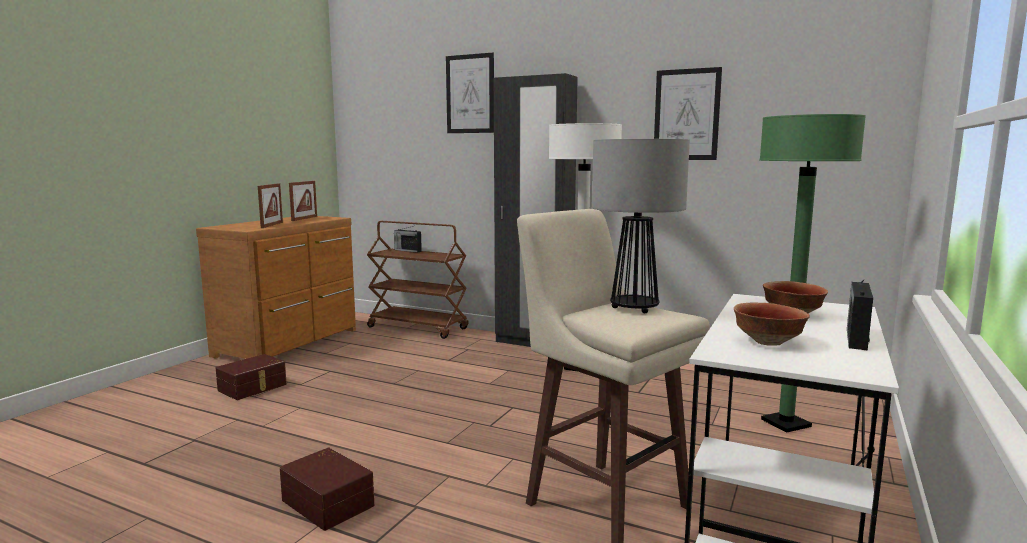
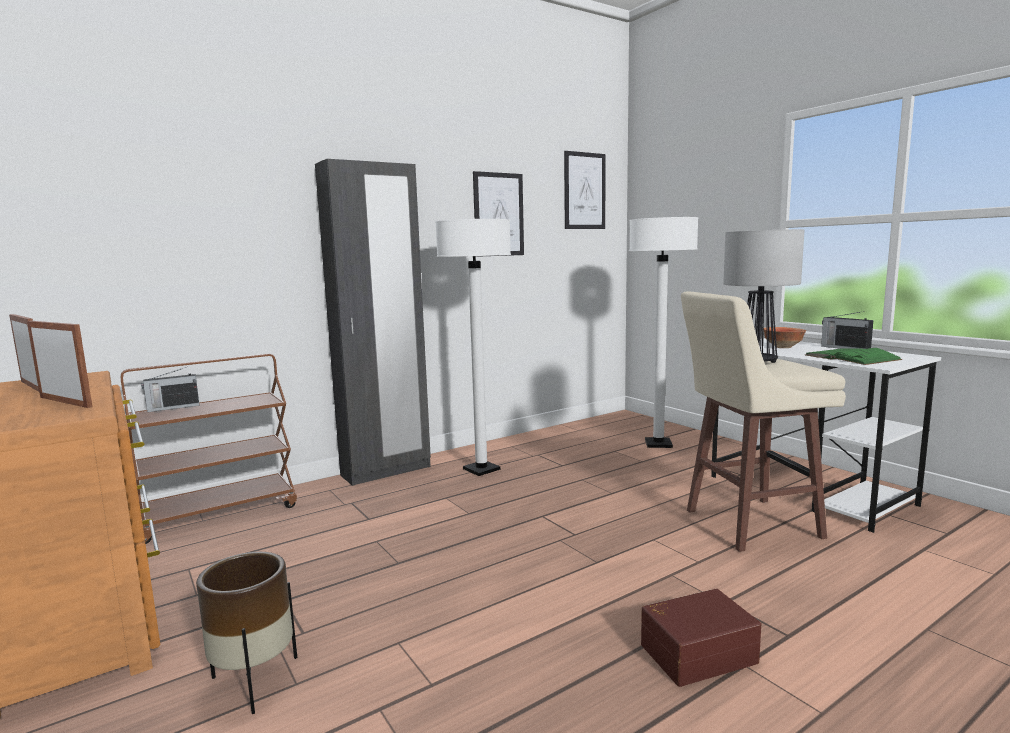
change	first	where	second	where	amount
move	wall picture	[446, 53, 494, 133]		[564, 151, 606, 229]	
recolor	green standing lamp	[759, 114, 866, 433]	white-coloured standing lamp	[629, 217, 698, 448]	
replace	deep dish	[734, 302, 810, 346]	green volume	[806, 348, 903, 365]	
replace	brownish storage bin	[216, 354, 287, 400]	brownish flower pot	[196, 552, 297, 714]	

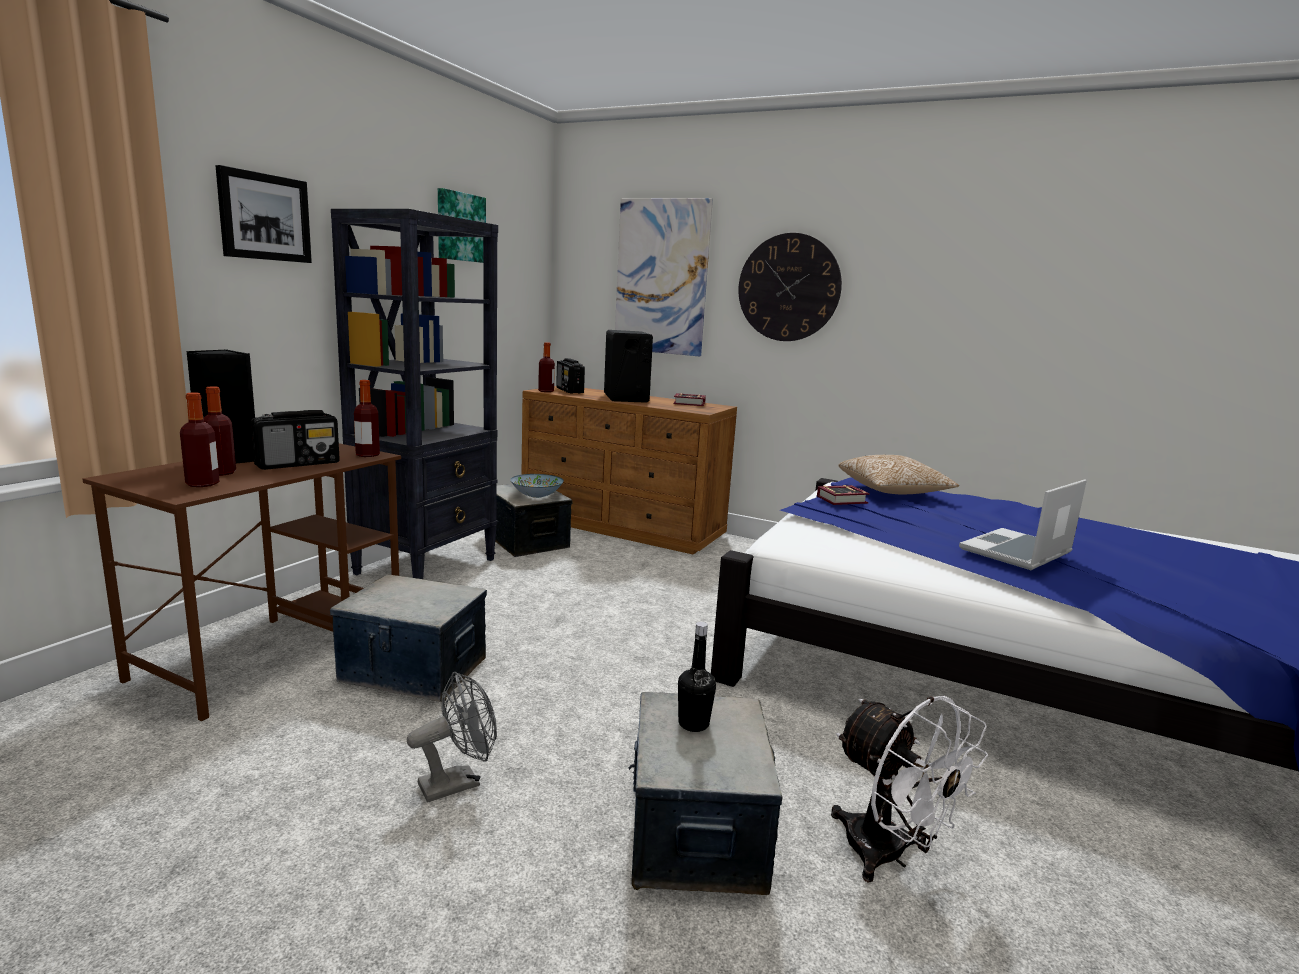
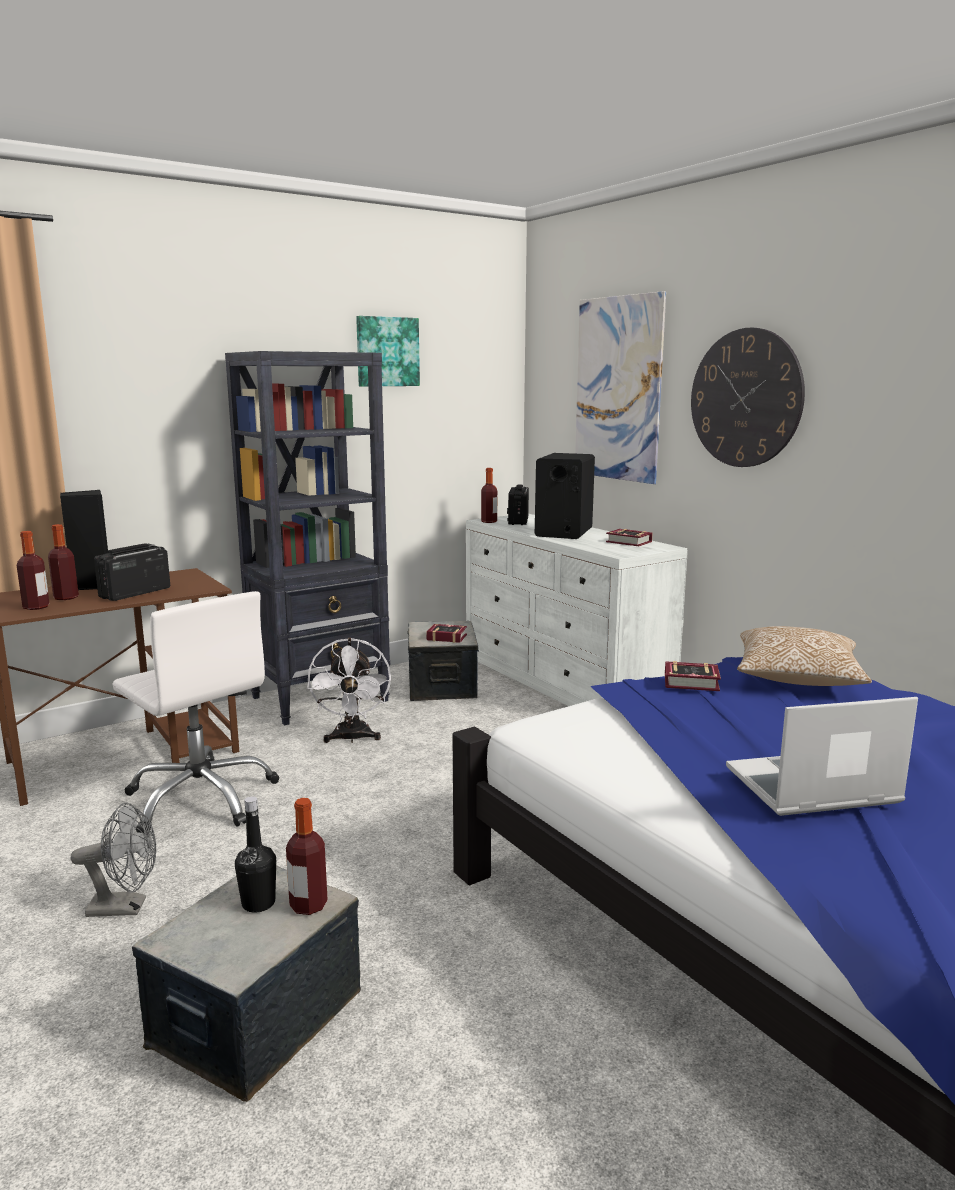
change	first	where	second	where	amount
delete	wall picture	[215, 165, 312, 263]			
move	bottle	[354, 380, 380, 457]		[286, 798, 328, 915]	
recolor	brownish chest of drawers	[522, 386, 737, 555]	white-coloured chest of drawers	[466, 514, 688, 706]	
rotate	radio set	[251, 410, 340, 470]		[94, 543, 170, 601]	135 degrees clockwise
replace	deep dish	[510, 474, 564, 498]	volume	[427, 624, 467, 643]	
replace	storage bin	[330, 575, 487, 702]	white-coloured desk chair	[112, 591, 279, 834]	
move	white-coloured electric fan	[831, 696, 988, 883]		[307, 638, 391, 743]	

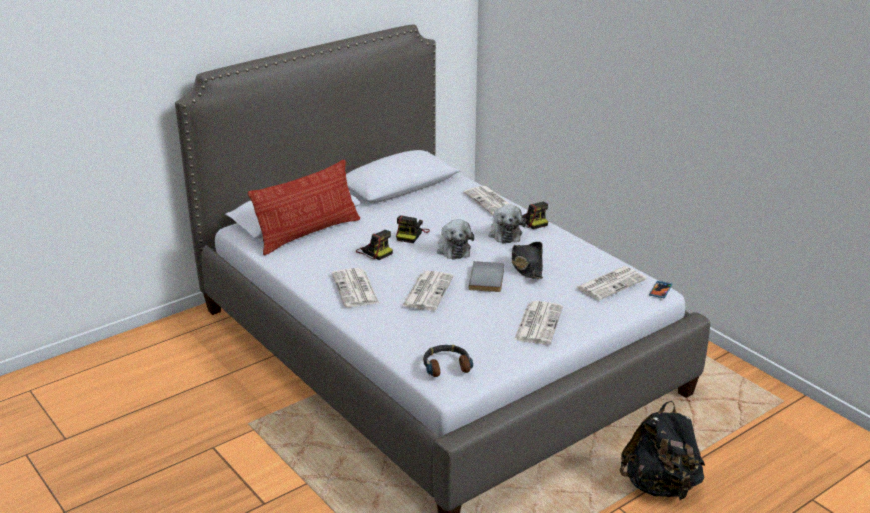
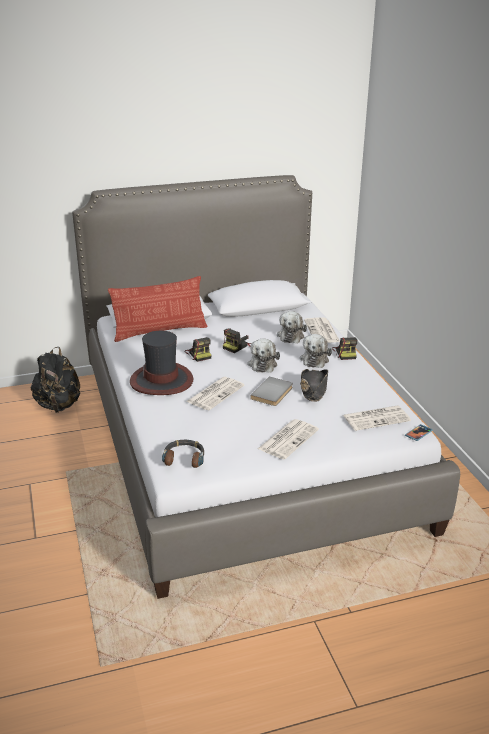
change	first	where	second	where	amount
replace	printed paper	[332, 268, 379, 307]	clothing hat	[130, 331, 193, 395]	
move	blackish knapsack	[620, 401, 705, 501]		[31, 347, 80, 413]	
insert			cuddly toy	[277, 311, 307, 343]	

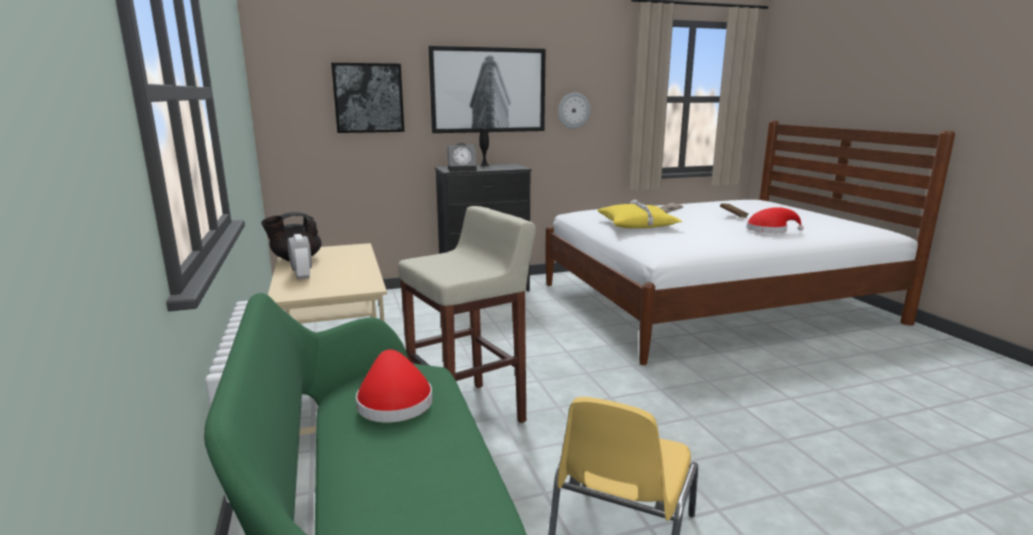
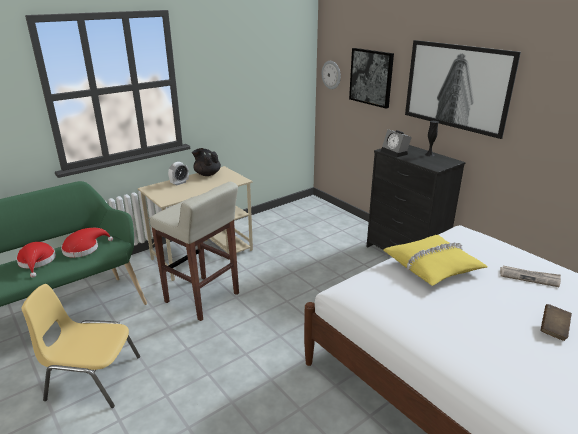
change	first	where	second	where	amount
move	hanging clock	[558, 93, 590, 129]		[322, 61, 341, 89]	
move	reddish clothing hat	[746, 207, 804, 233]		[16, 242, 56, 278]	

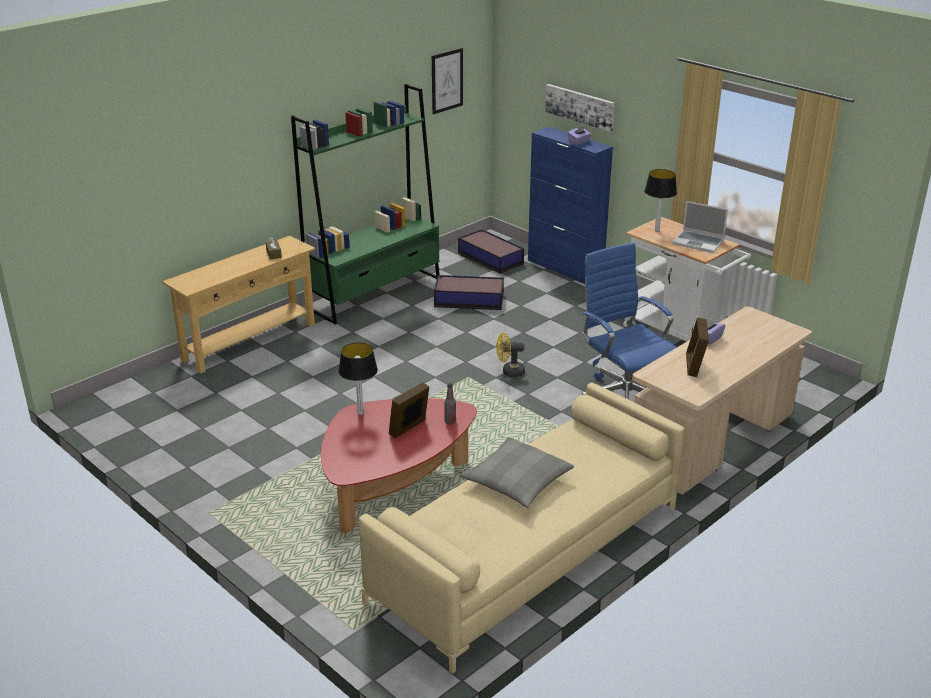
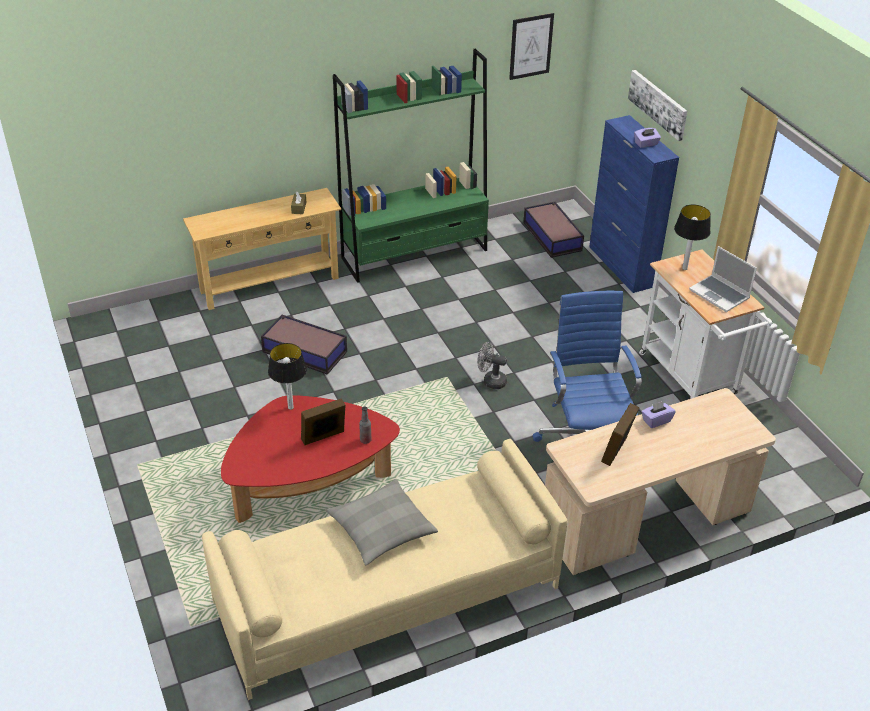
change	first	where	second	where	amount
move	storage bin	[434, 275, 504, 310]		[261, 315, 347, 375]	
recolor	yellow-coloured electric fan	[496, 333, 525, 377]	gray electric fan	[477, 342, 507, 389]	

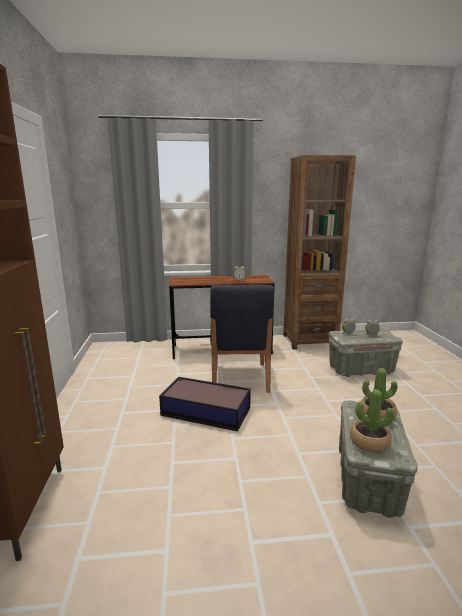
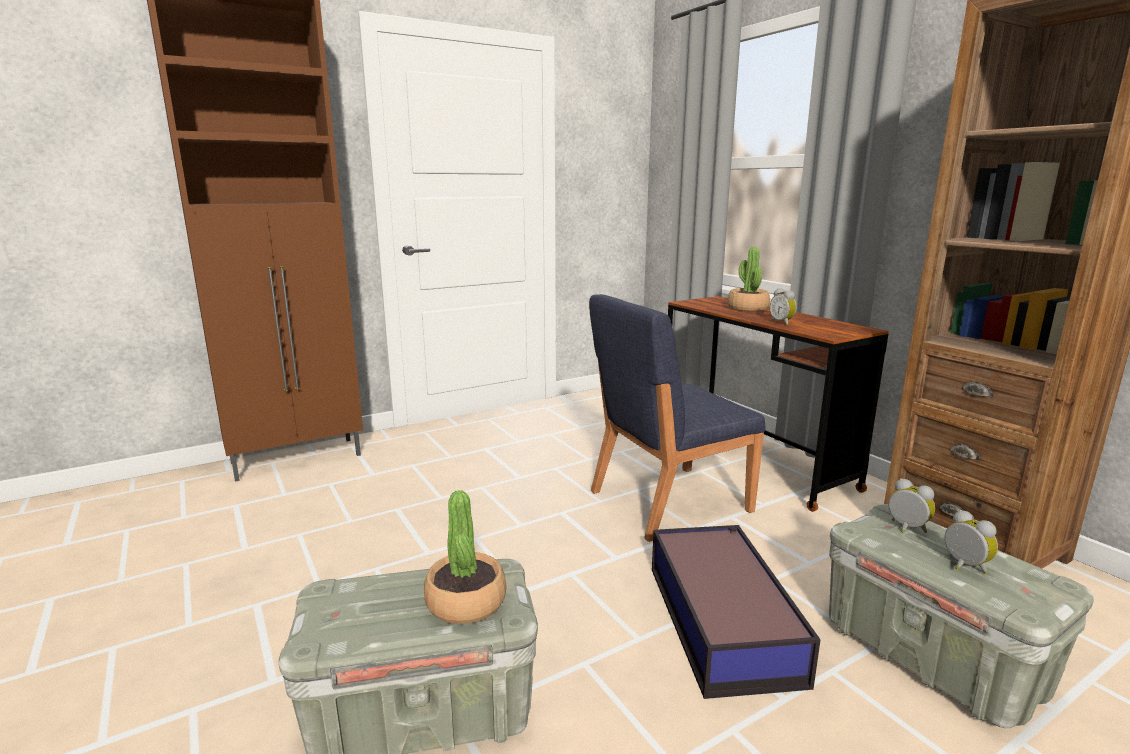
change	first	where	second	where	amount
move	storage bin	[159, 377, 251, 431]		[652, 525, 821, 699]	
move	potted plant	[350, 389, 394, 453]		[728, 247, 770, 312]	

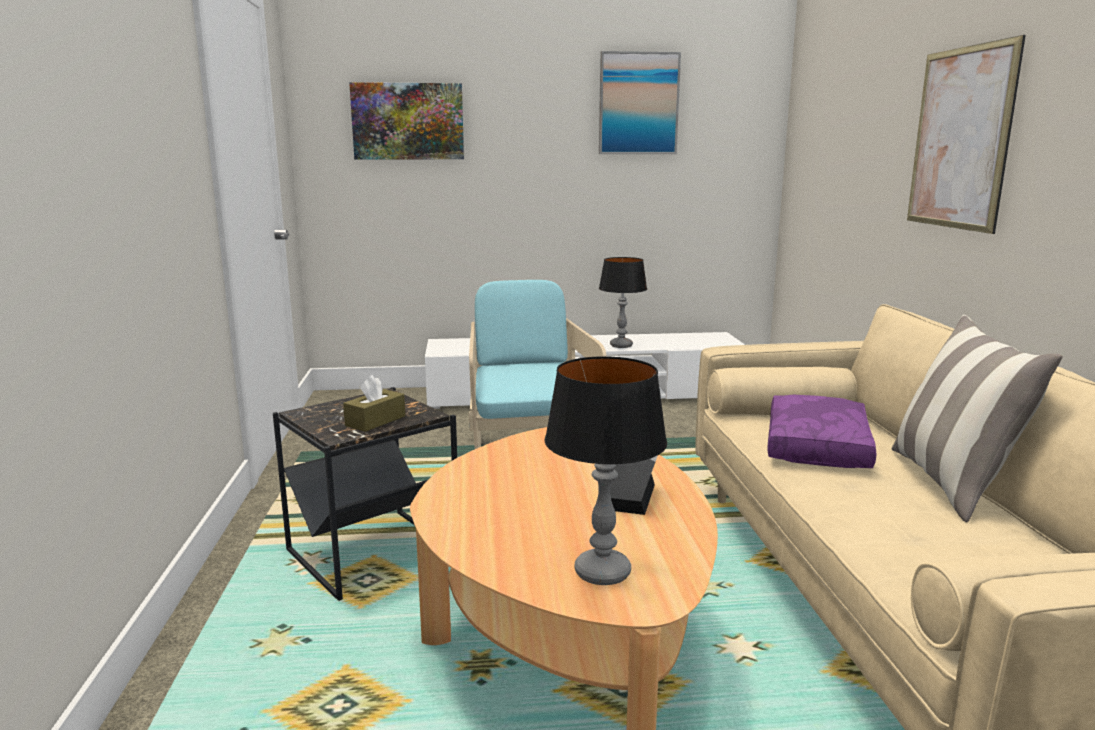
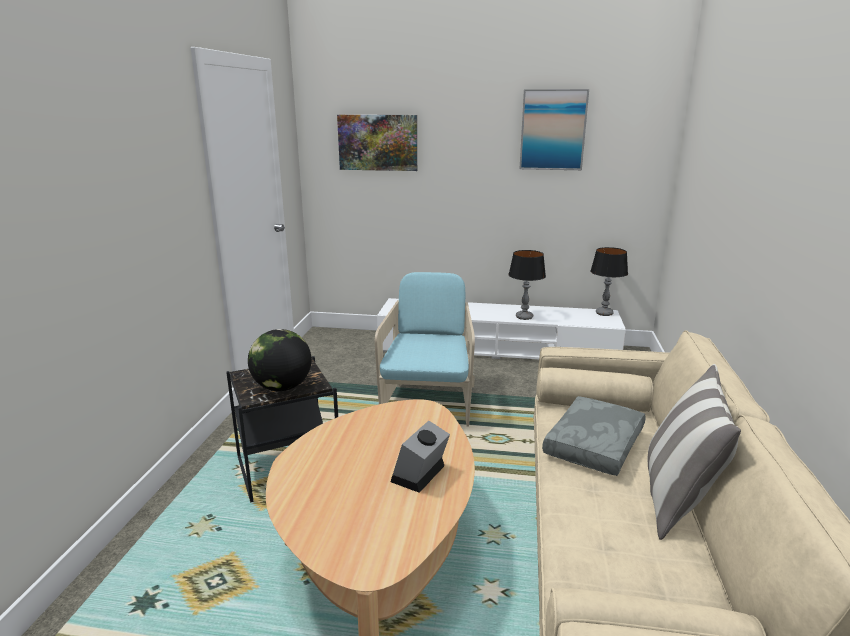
change	first	where	second	where	amount
delete	wall picture	[907, 35, 1026, 234]			
move	table lamp	[544, 356, 667, 585]		[590, 247, 628, 316]	
replace	brownish tissue box	[343, 375, 405, 432]	desk globe	[248, 329, 312, 391]	
recolor	purplish throw pillow	[767, 395, 877, 468]	gray throw pillow	[542, 396, 646, 476]	

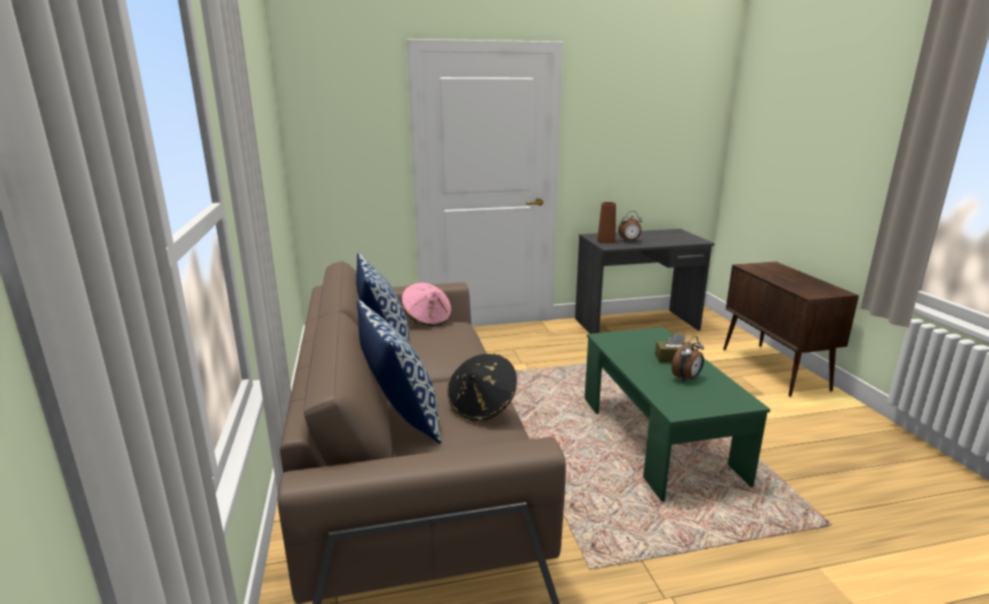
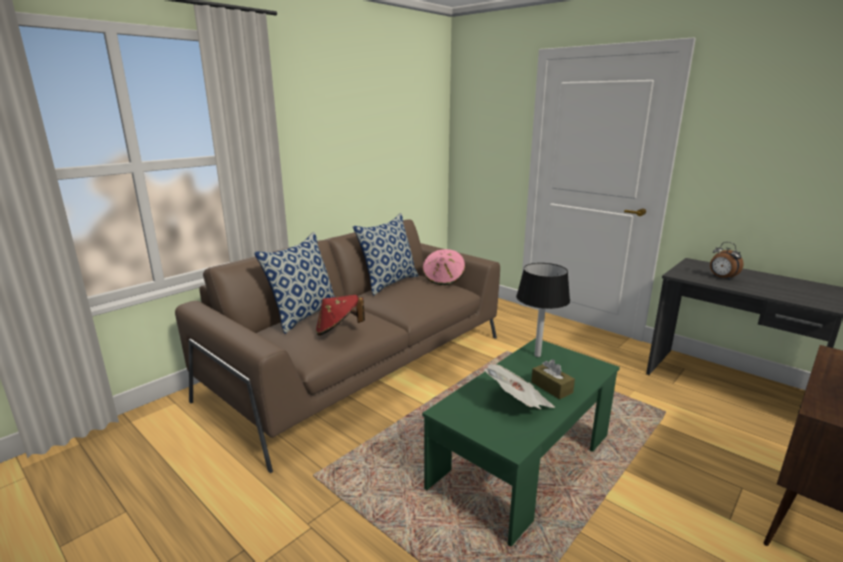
change	first	where	second	where	amount
delete	brownish vase	[597, 202, 616, 243]			
replace	alarm clock	[671, 336, 704, 382]	printed paper	[484, 364, 555, 409]	
recolor	blackish clothing hat	[447, 354, 517, 421]	reddish clothing hat	[316, 295, 365, 336]	
insert			blackish table lamp	[516, 263, 570, 357]	

